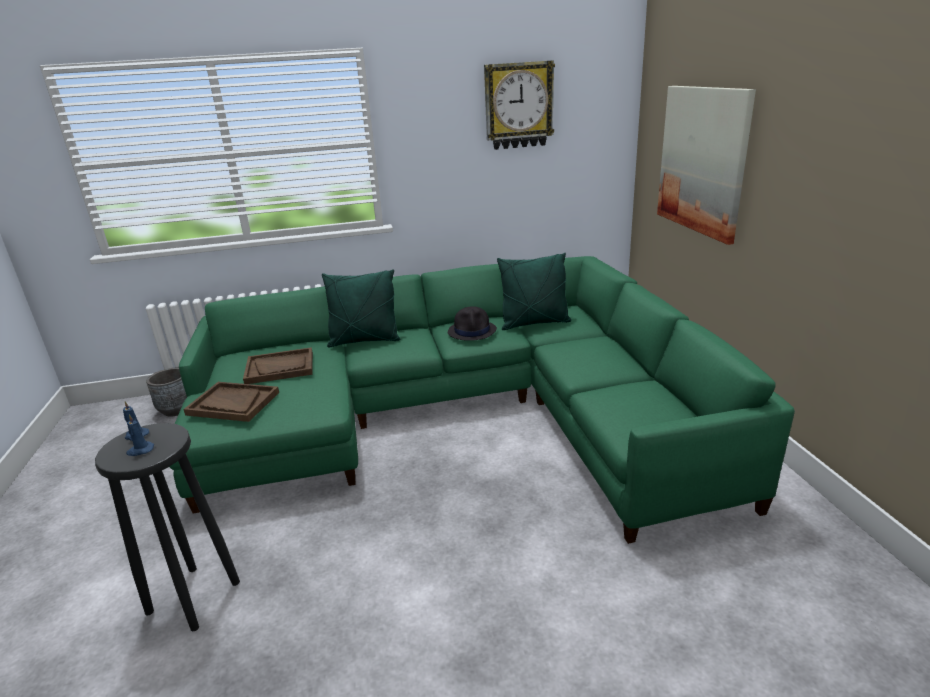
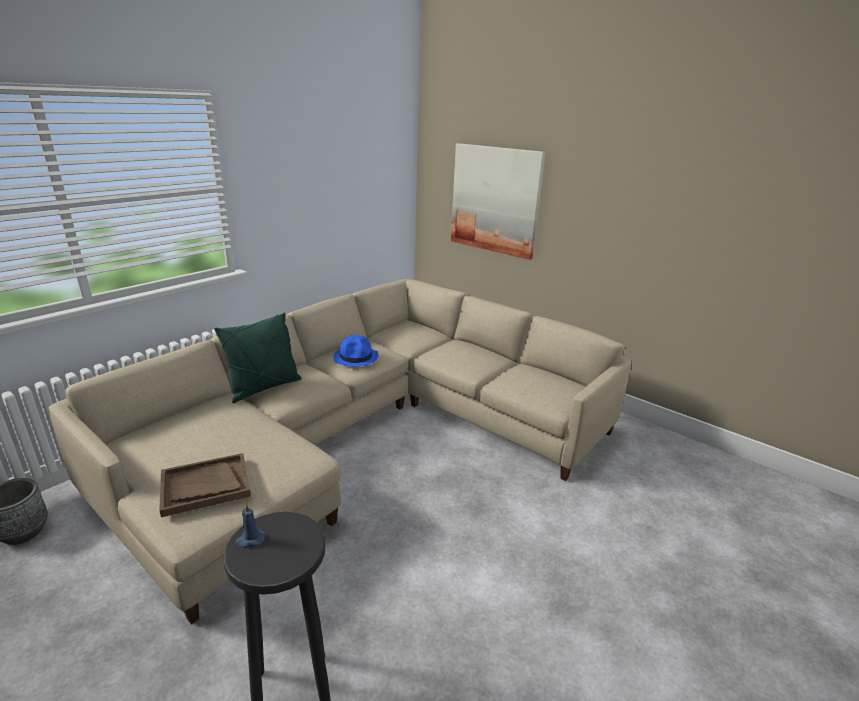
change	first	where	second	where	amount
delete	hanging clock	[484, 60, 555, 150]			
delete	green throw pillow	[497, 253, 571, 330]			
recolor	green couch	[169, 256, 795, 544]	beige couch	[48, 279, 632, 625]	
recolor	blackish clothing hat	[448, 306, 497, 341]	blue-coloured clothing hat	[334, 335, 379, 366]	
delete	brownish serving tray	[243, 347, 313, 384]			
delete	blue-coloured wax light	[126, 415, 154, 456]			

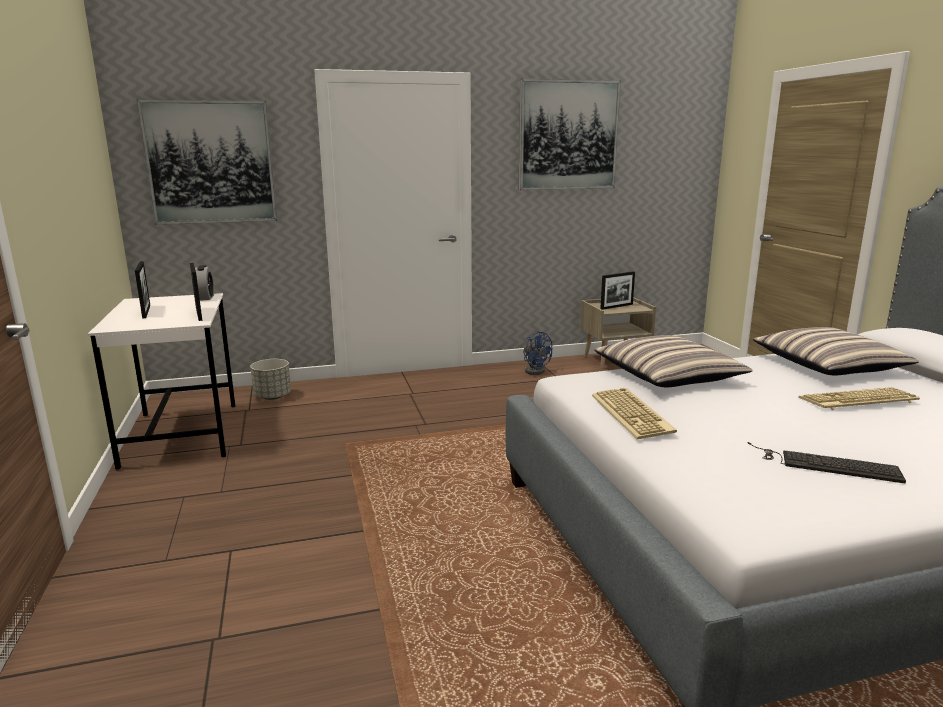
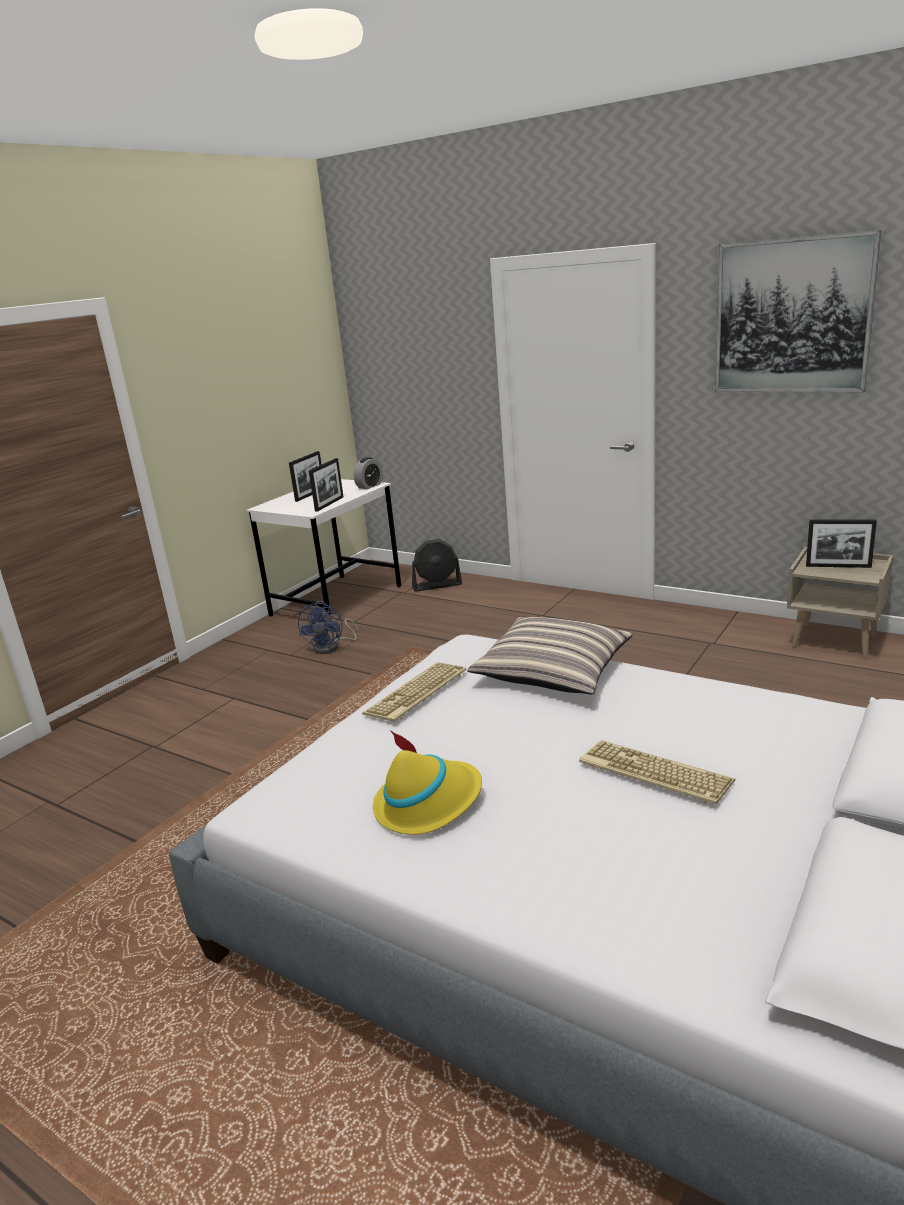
change	first	where	second	where	amount
delete	wall picture	[137, 99, 277, 225]			
delete	throw pillow	[753, 327, 919, 375]			
move	blue-coloured electric fan	[523, 330, 553, 375]		[298, 600, 359, 654]	
replace	gray flower pot	[250, 359, 291, 400]	blackish electric fan	[412, 539, 462, 592]	
replace	keyboard	[747, 442, 906, 484]	yellow-coloured clothing hat	[373, 730, 482, 835]	

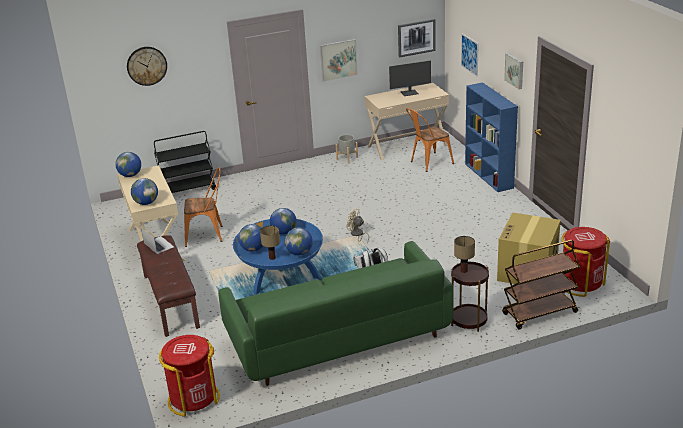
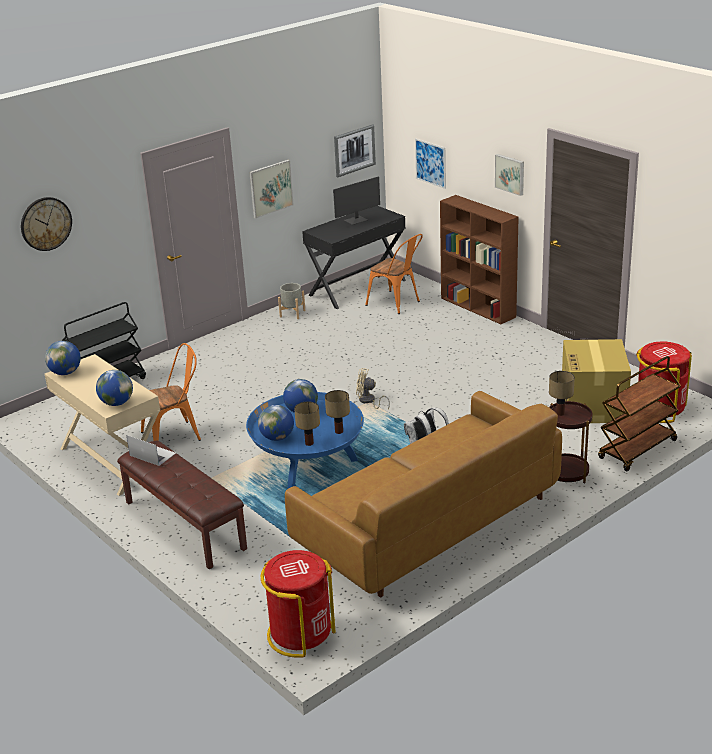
change	first	where	second	where	amount
recolor	blue-coloured bookcase	[465, 82, 518, 192]	brownish bookcase	[440, 195, 519, 324]	
recolor	beige desk	[365, 83, 449, 160]	blackish desk	[302, 206, 406, 309]	
rotate	orangey chair	[406, 108, 454, 172]		[365, 234, 423, 314]	90 degrees counterclockwise
replace	desk globe	[285, 228, 313, 255]	table lamp	[325, 390, 350, 434]	
recolor	green couch	[218, 241, 454, 386]	brownish couch	[285, 391, 562, 597]	

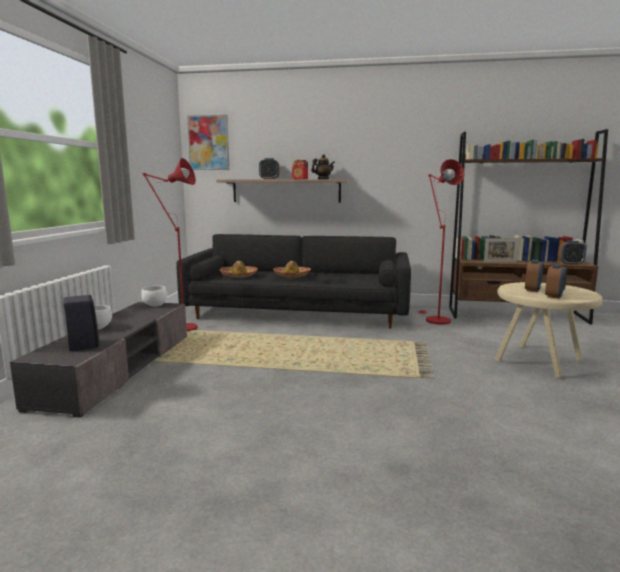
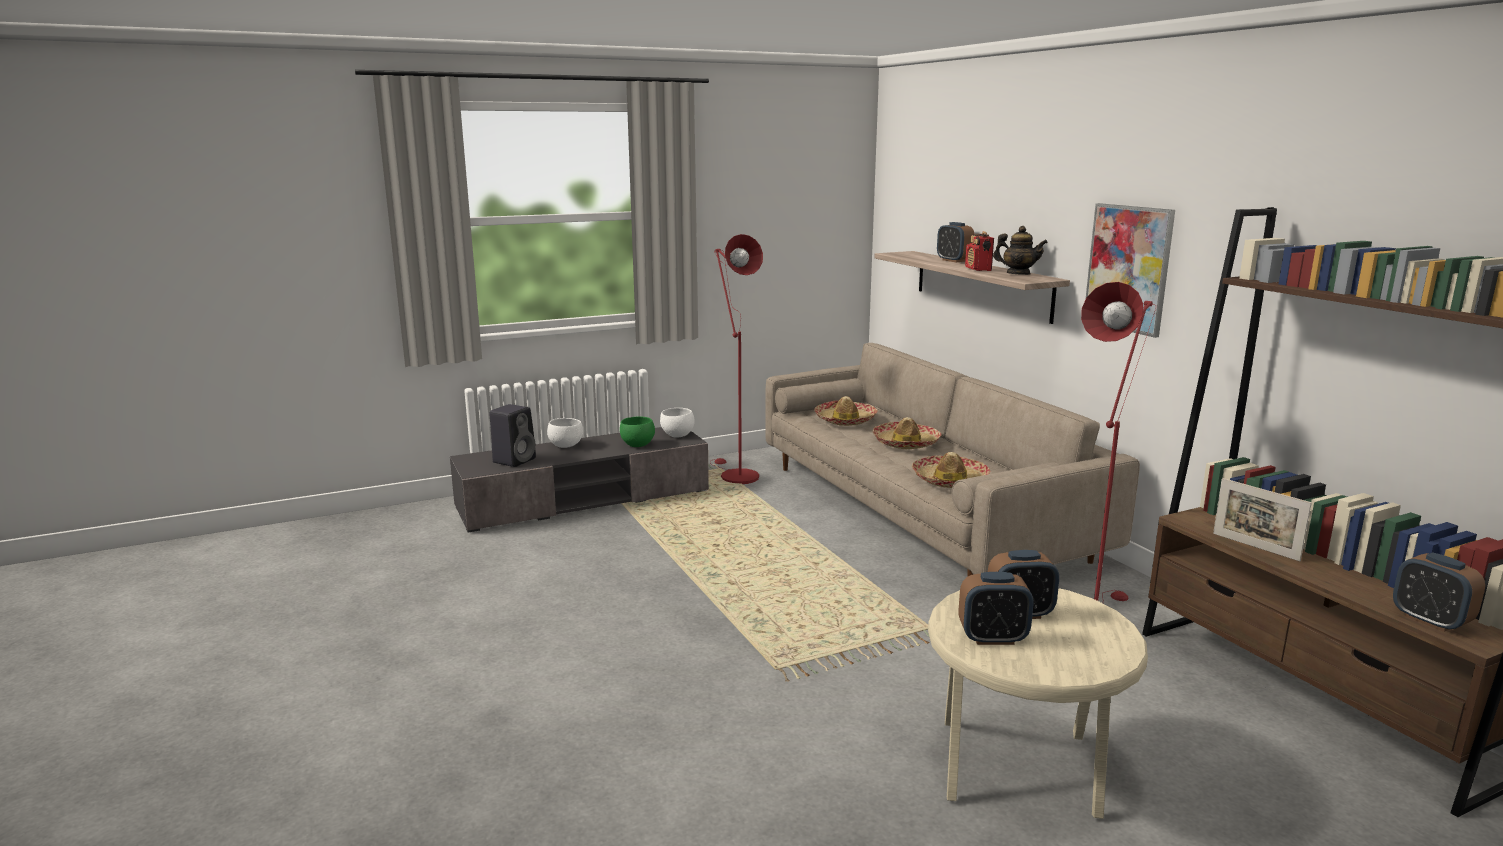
change	first	where	second	where	amount
move	wall picture	[187, 115, 229, 170]		[1085, 203, 1175, 338]	
recolor	blackish couch	[176, 234, 411, 329]	beige couch	[765, 343, 1140, 577]	
insert			green deep dish	[620, 416, 655, 447]	
insert			clothing hat	[912, 452, 990, 488]	

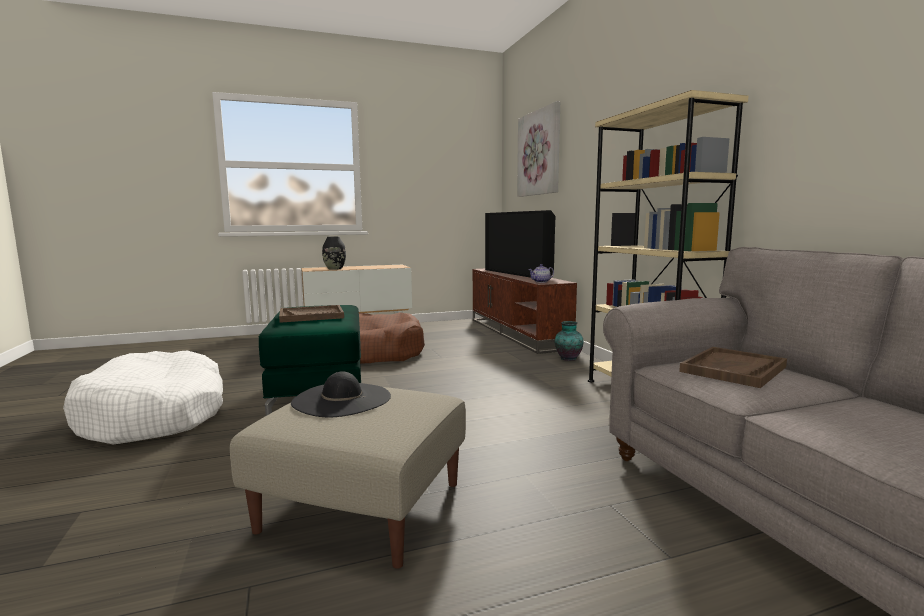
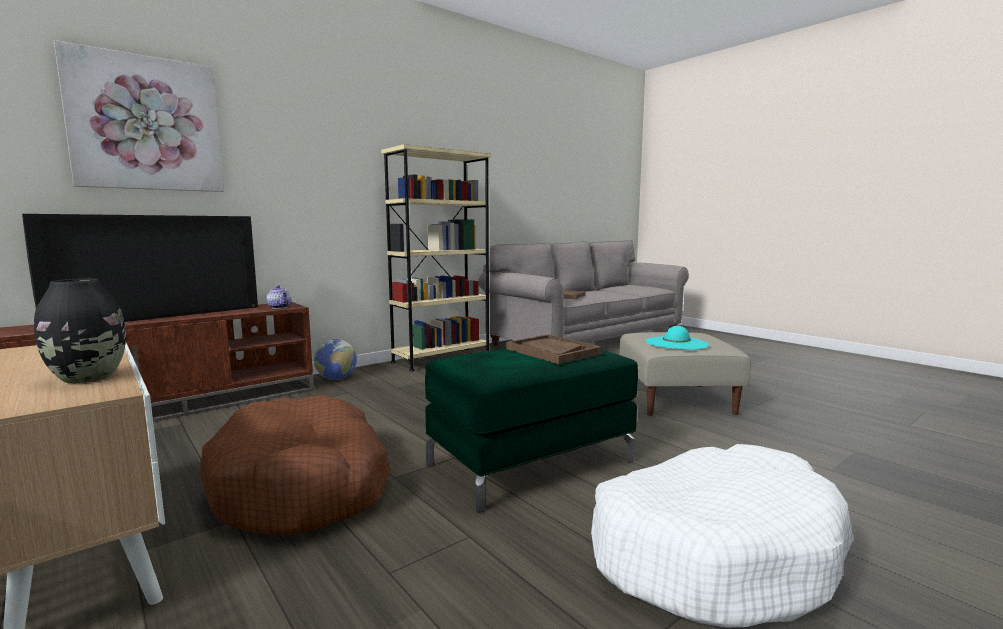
change	first	where	second	where	amount
replace	vase	[555, 321, 583, 361]	desk globe	[314, 339, 357, 380]	
recolor	blackish clothing hat	[291, 371, 391, 418]	blue-green clothing hat	[646, 326, 709, 350]	

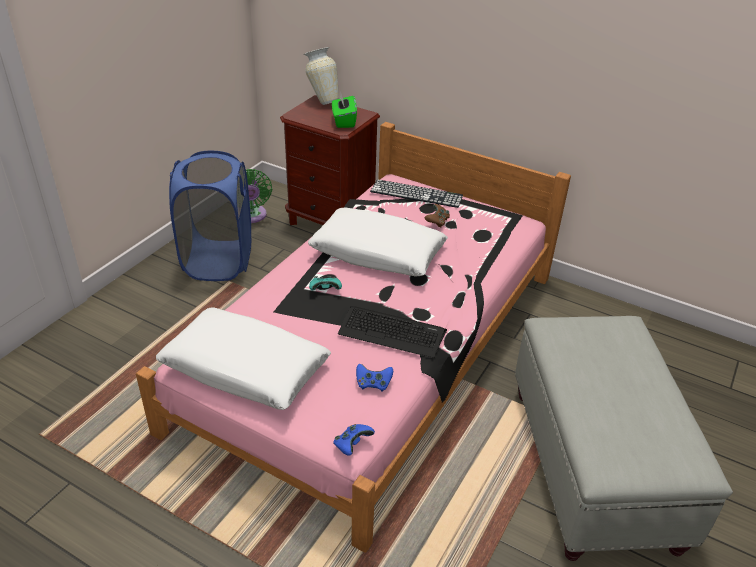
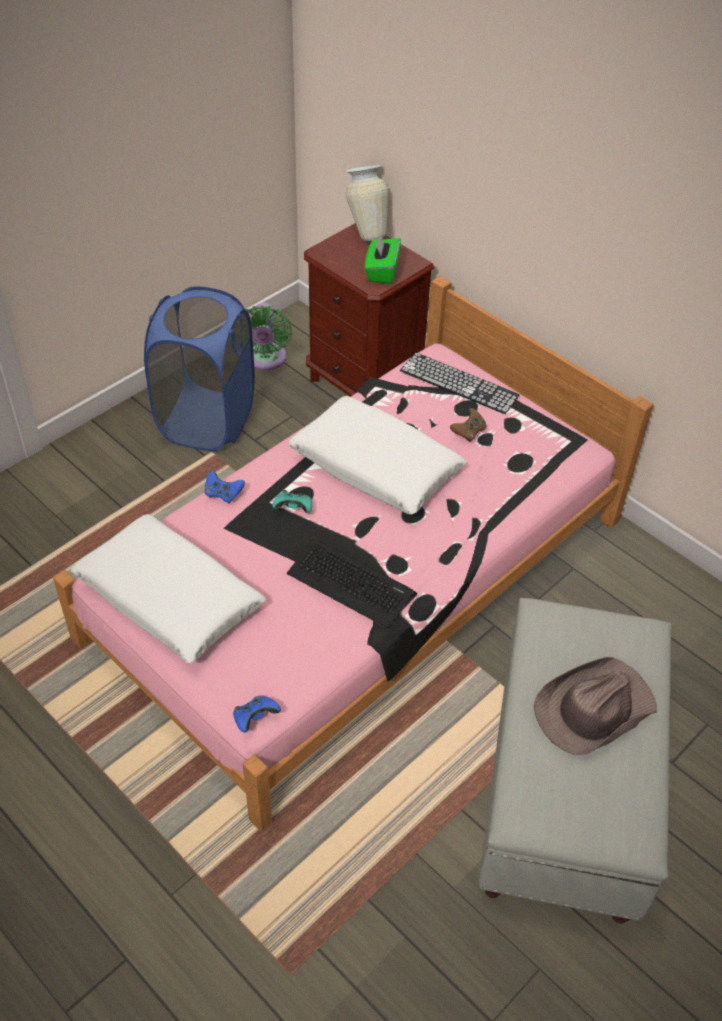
change	first	where	second	where	amount
move	blue-coloured gamepad	[356, 364, 393, 392]		[205, 471, 245, 504]	
insert			brownish clothing hat	[533, 657, 657, 755]	

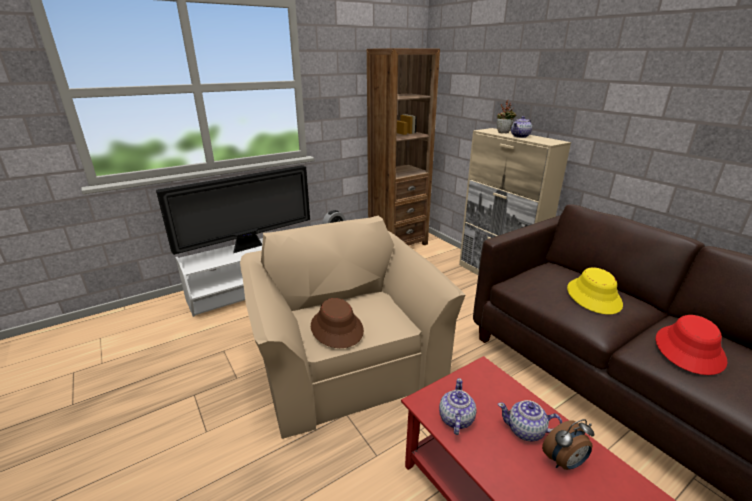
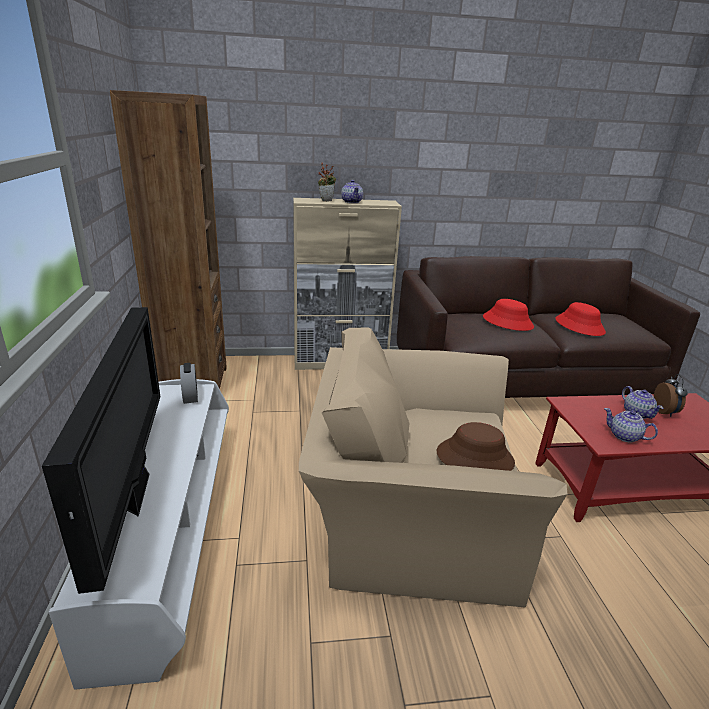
change	first	where	second	where	amount
recolor	yellow-coloured clothing hat	[567, 267, 623, 315]	reddish clothing hat	[483, 299, 534, 331]	
rotate	tea pot	[498, 400, 562, 442]		[622, 386, 663, 419]	60 degrees counterclockwise

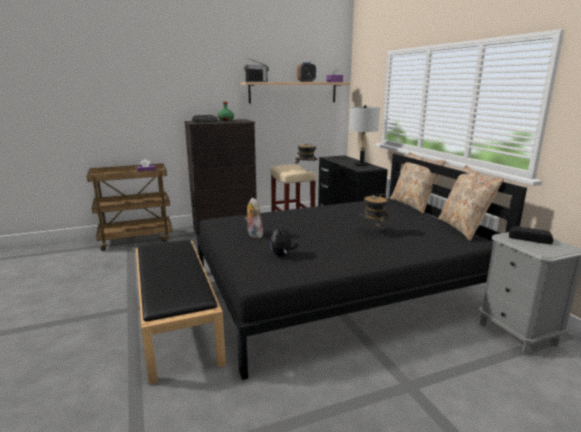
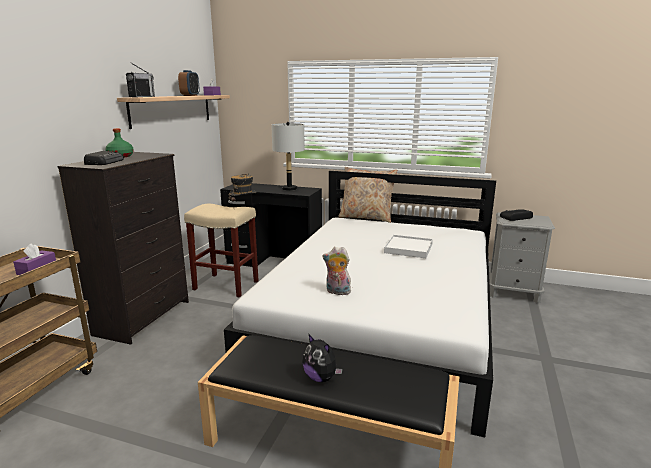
change	first	where	second	where	amount
recolor	blackish bed	[197, 154, 527, 380]	white-coloured bed	[224, 171, 496, 437]	
delete	beige throw pillow	[438, 165, 504, 241]			
replace	clothing hat	[360, 194, 390, 236]	white-coloured serving tray	[384, 235, 433, 258]	
move	cuddly toy	[270, 223, 298, 256]		[302, 334, 343, 382]	

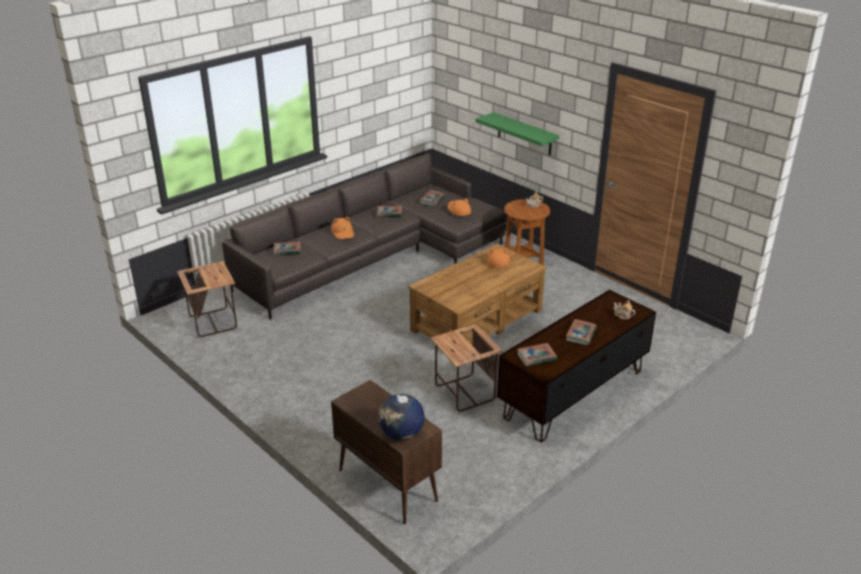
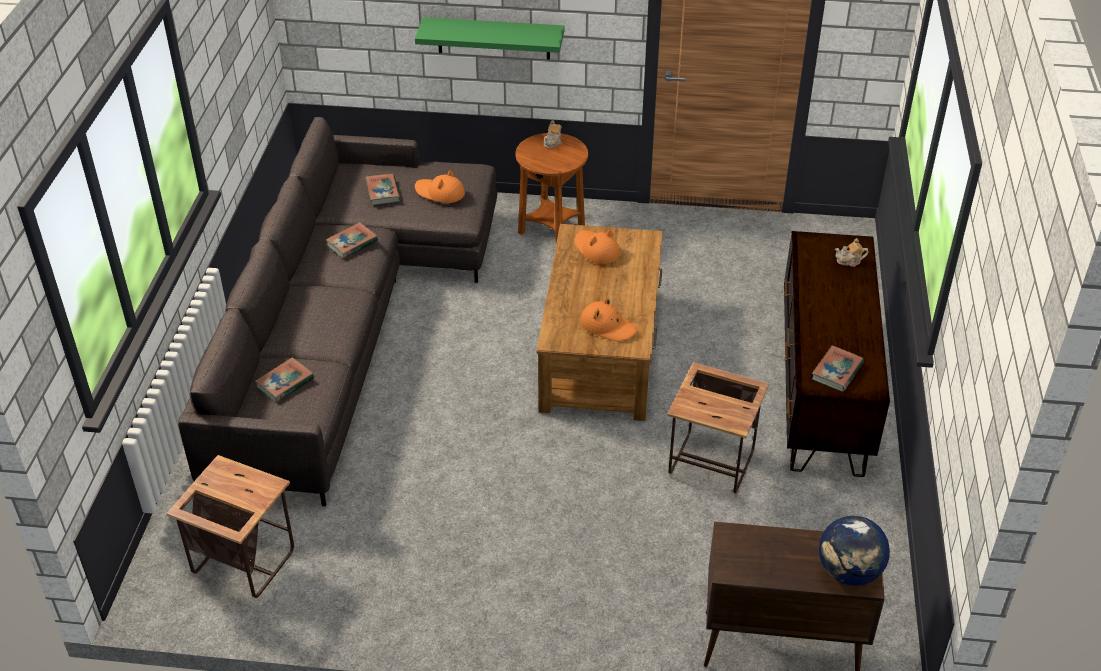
change	first	where	second	where	amount
move	orangey clothing hat	[331, 217, 354, 239]		[580, 298, 638, 341]	
delete	volume	[566, 319, 597, 345]			

